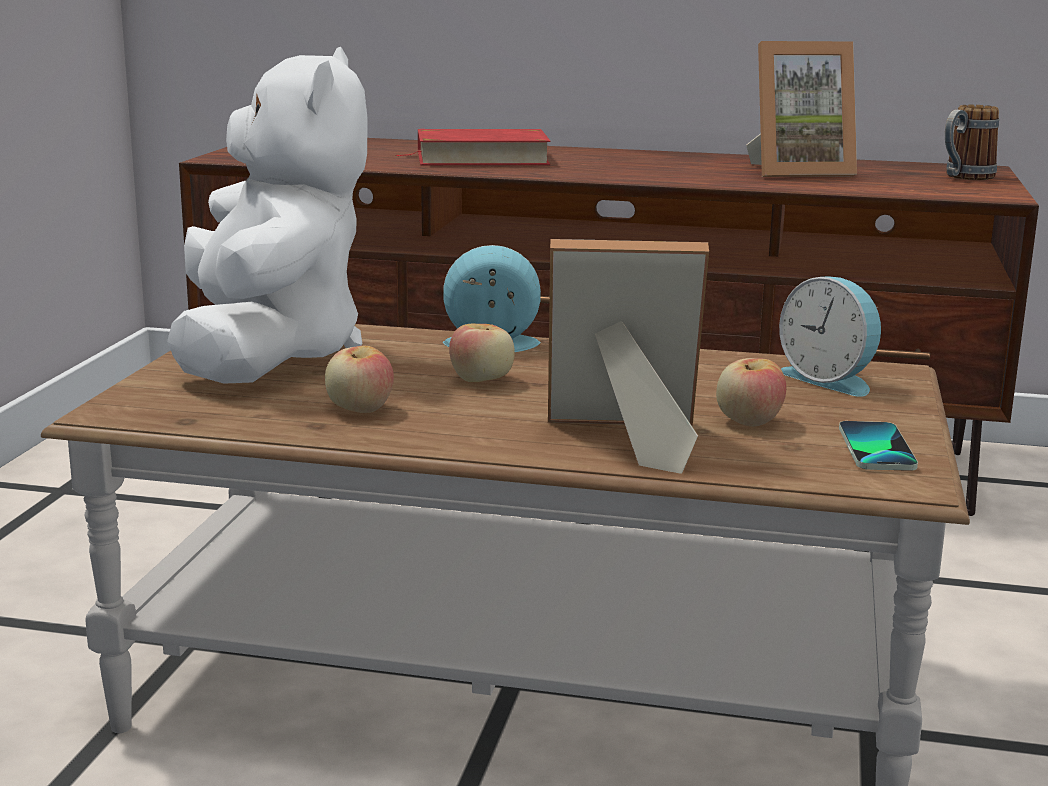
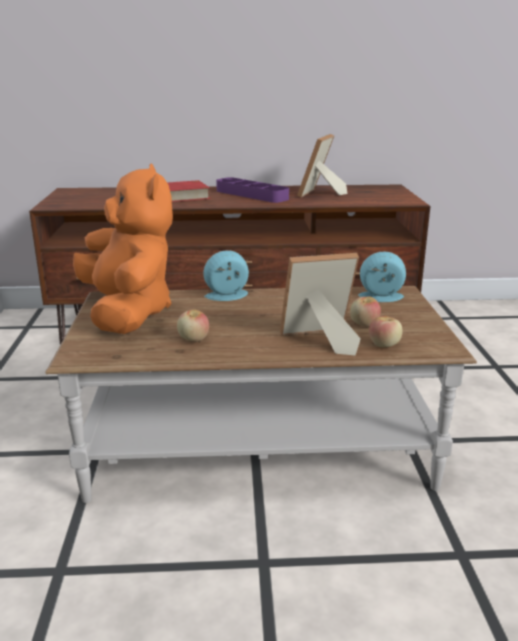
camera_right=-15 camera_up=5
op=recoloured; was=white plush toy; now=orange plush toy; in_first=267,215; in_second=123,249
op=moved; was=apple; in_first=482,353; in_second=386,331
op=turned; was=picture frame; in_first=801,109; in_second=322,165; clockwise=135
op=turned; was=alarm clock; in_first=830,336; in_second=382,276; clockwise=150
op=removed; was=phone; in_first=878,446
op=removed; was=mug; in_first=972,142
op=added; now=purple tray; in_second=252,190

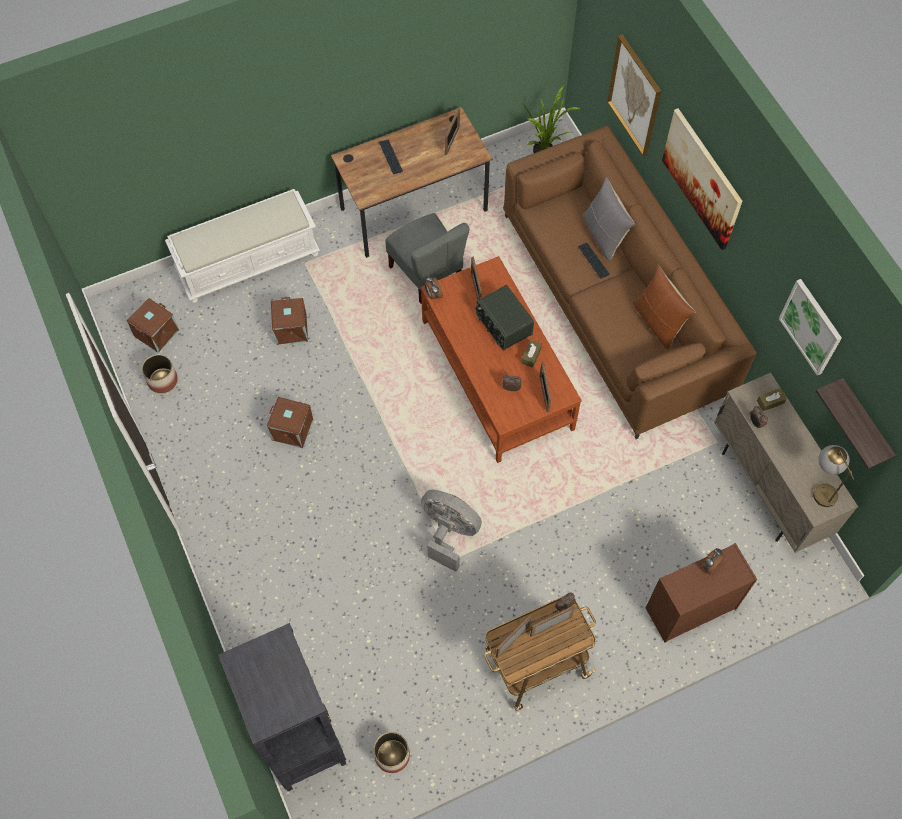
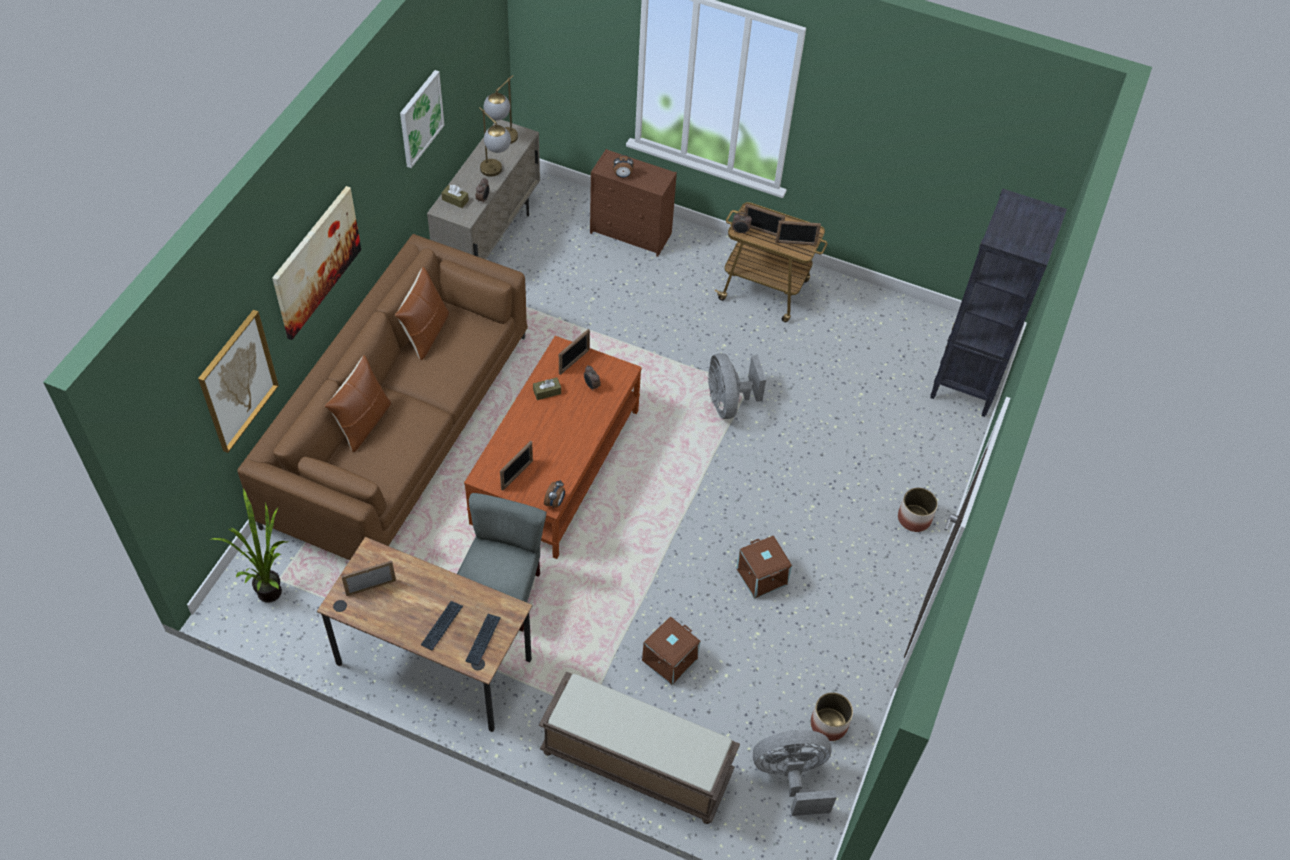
camera_right=-135 camera_up=-10
op=replaced; was=brown storage box; now=grey fan; in_first=153,325; in_second=795,773
op=recoloured; was=white bench; now=brown bench; in_first=242,246; in_second=639,748
op=moved; was=planter; in_first=392,752; in_second=918,510
op=removed; was=radio; in_first=505,317
op=moved; was=keyboard; in_first=593,260; in_second=483,639
op=recoloured; was=grey pillow; now=brown pillow; in_first=609,218; in_second=358,404
op=removed; was=shelf; in_first=856,423
op=added; now=table lamp; in_second=495,142

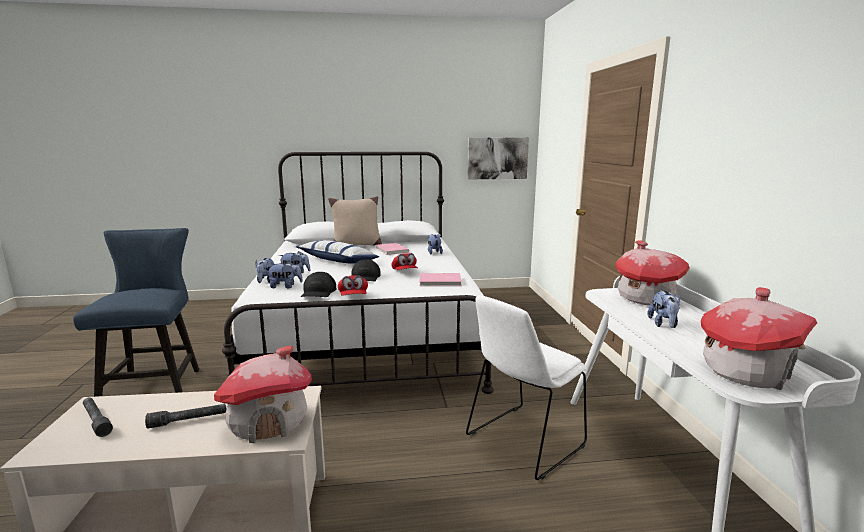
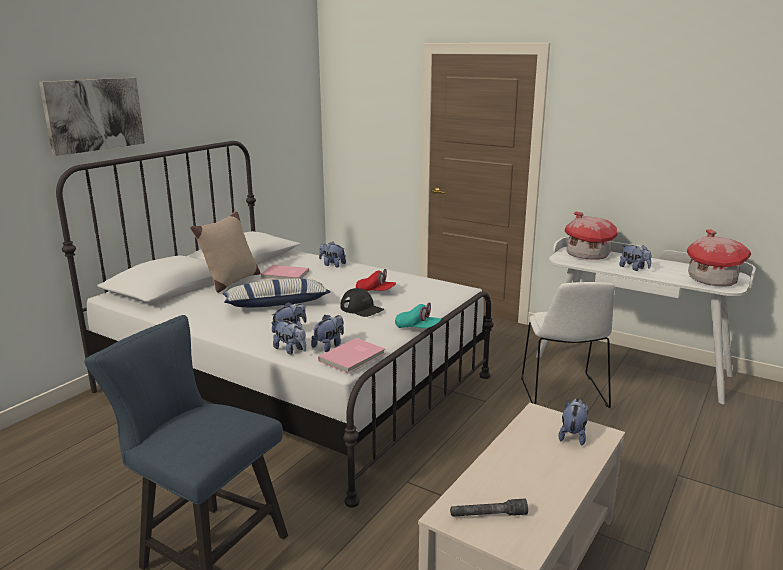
camera_right=-50 camera_up=5
op=removed; was=grey flashlight; in_first=185,416
op=replaced; was=toy house; now=plush toy; in_first=263,394; in_second=573,421
op=removed; was=black cap; in_first=318,284
op=recoloured; was=red cap; now=turquoise cap; in_first=353,285; in_second=418,315
op=moved; was=pink book; in_first=441,279; in_second=352,356
op=moved; was=picture; in_first=498,158; in_second=92,117

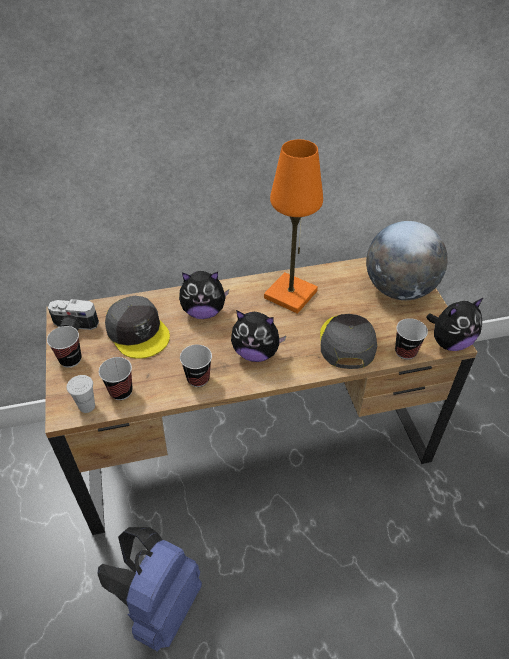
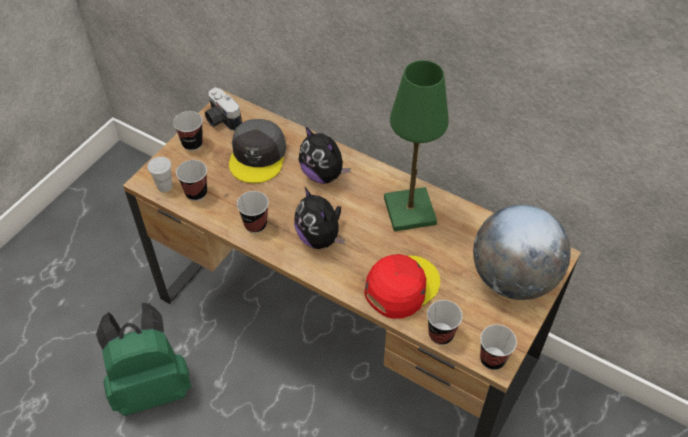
camera_right=45 camera_up=5
op=recoloured; was=blue backpack; now=green backpack; in_first=149,589; in_second=143,359
op=recoloured; was=orange table lamp; now=green table lamp; in_first=293,226; in_second=416,146
op=recoloured; was=grey cap; now=red cap; in_first=348,341; in_second=402,286
op=replaced; was=plush toy; now=cup; in_first=454,324; in_second=498,347

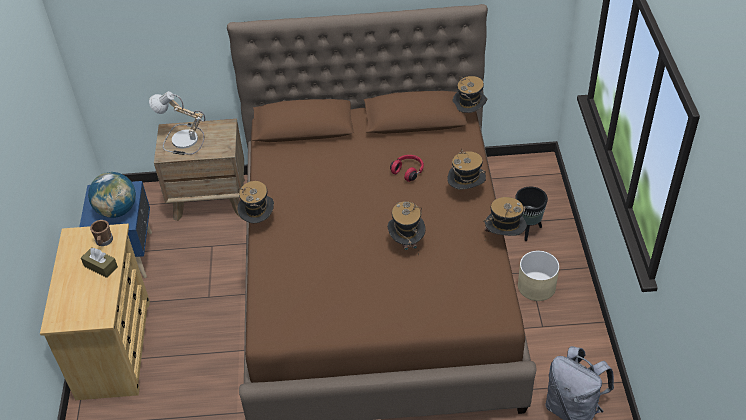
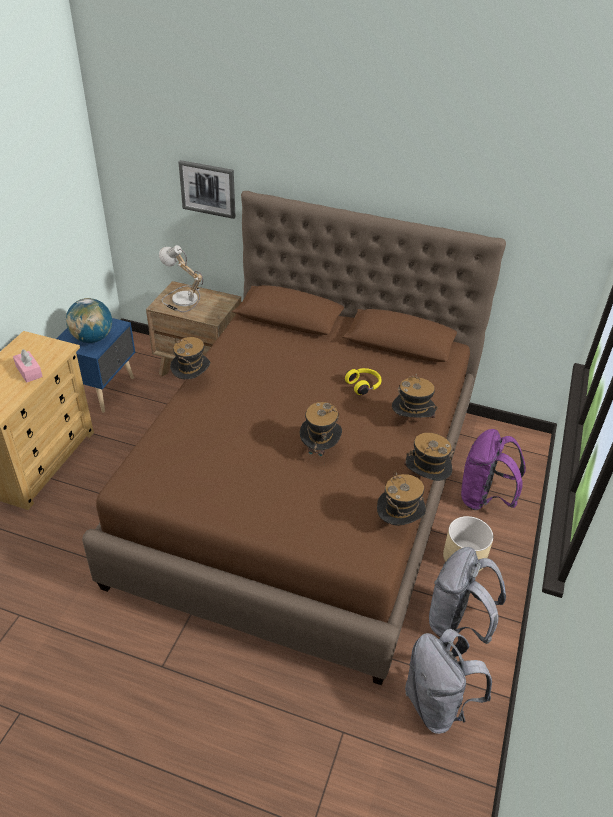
camera_right=20 camera_up=-5
op=recoloured; was=brown tissue box; now=pink tissue box; in_first=99,262; in_second=28,366
op=removed; was=brown mug; in_first=101,233
op=recoloured; was=red headphones; now=yellow headphones; in_first=407,168; in_second=363,381
op=moved; was=hat; in_first=470,94; in_second=401,498
op=replaced; was=black planter; now=purple backpack; in_first=531,214; in_second=493,469
op=added; now=picture; in_second=206,189
op=added; now=grey backpack; in_second=467,595

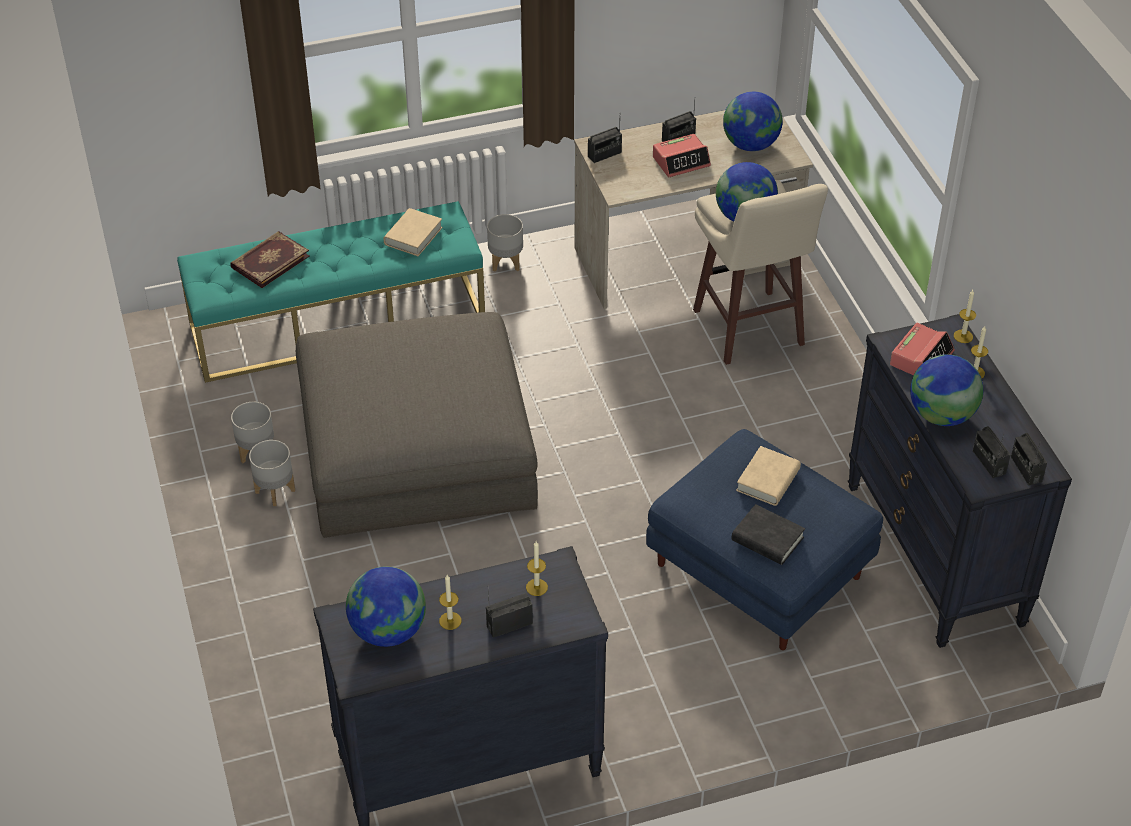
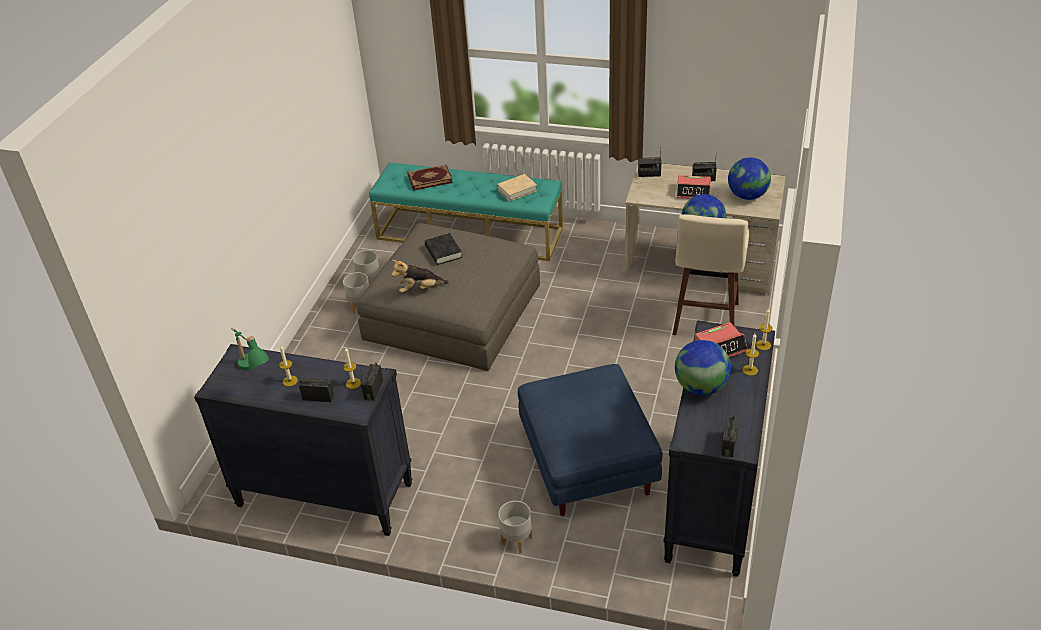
camera_right=35 camera_up=-5
op=replaced; was=globe; now=green table lamp; in_first=386,607; in_second=250,348
op=moved; was=grey planter; in_first=505,243; in_second=515,527
op=moved; was=black book; in_first=768,534; in_second=443,249
op=removed; was=beige book; in_first=768,476
op=moved; was=radio; in_first=992,452; in_second=371,382
op=added; now=plush toy; in_second=420,276

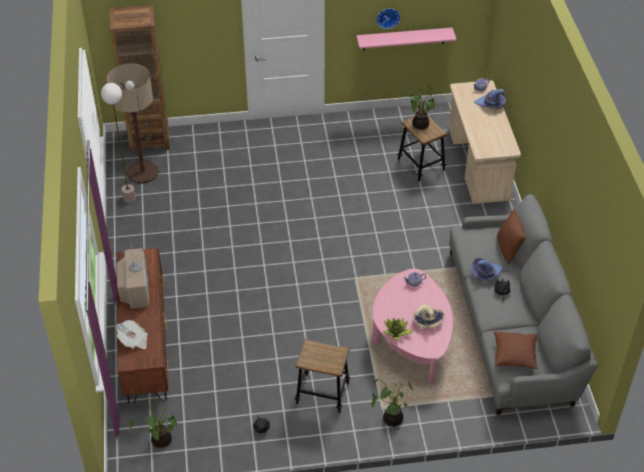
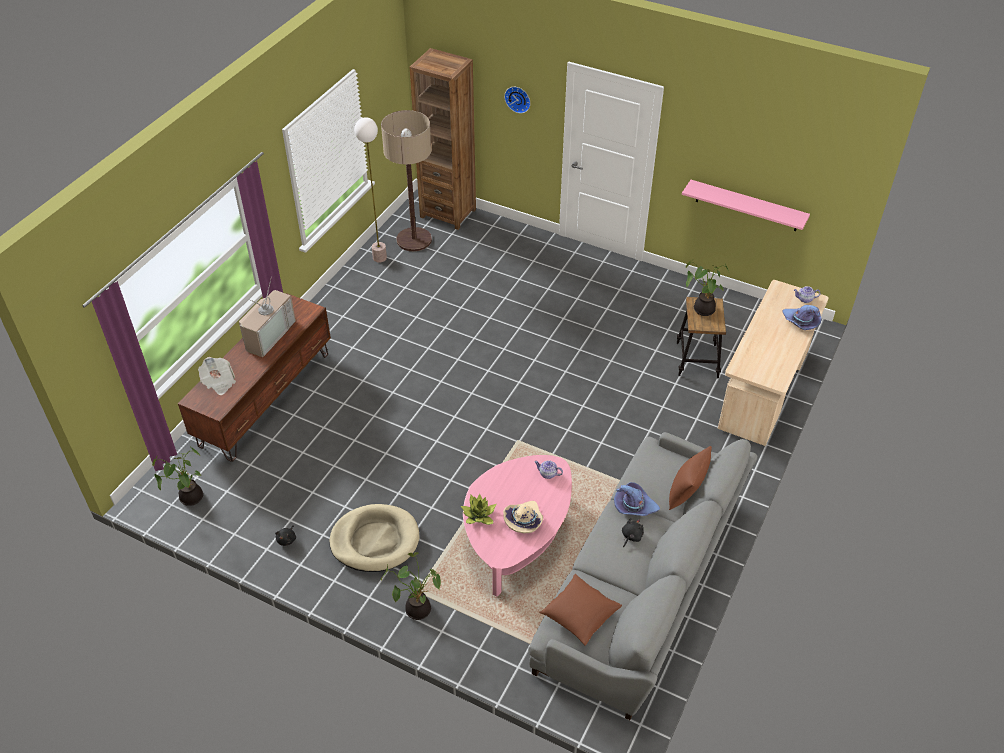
camera_right=35 camera_up=0
op=replaced; was=stool; now=beige dog bed; in_first=322,376; in_second=374,538
op=moved; was=wall clock; in_first=388,18; in_second=517,100

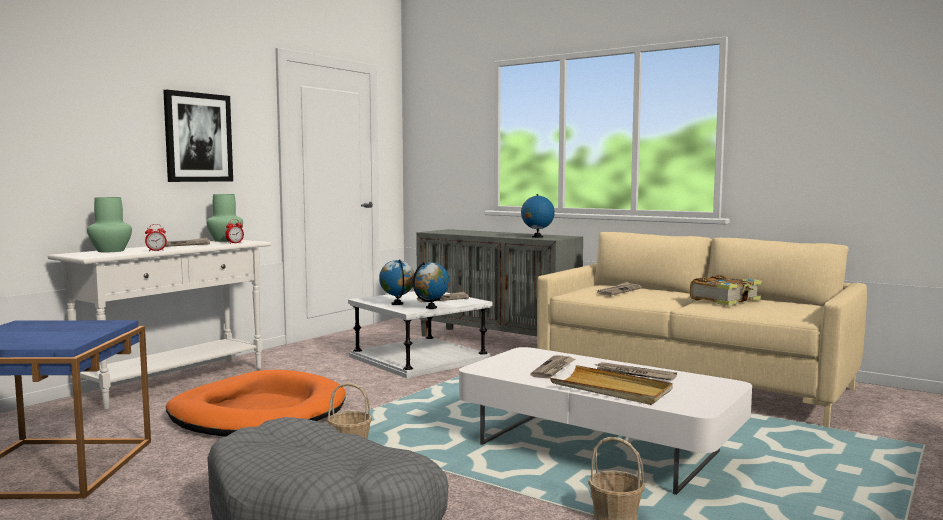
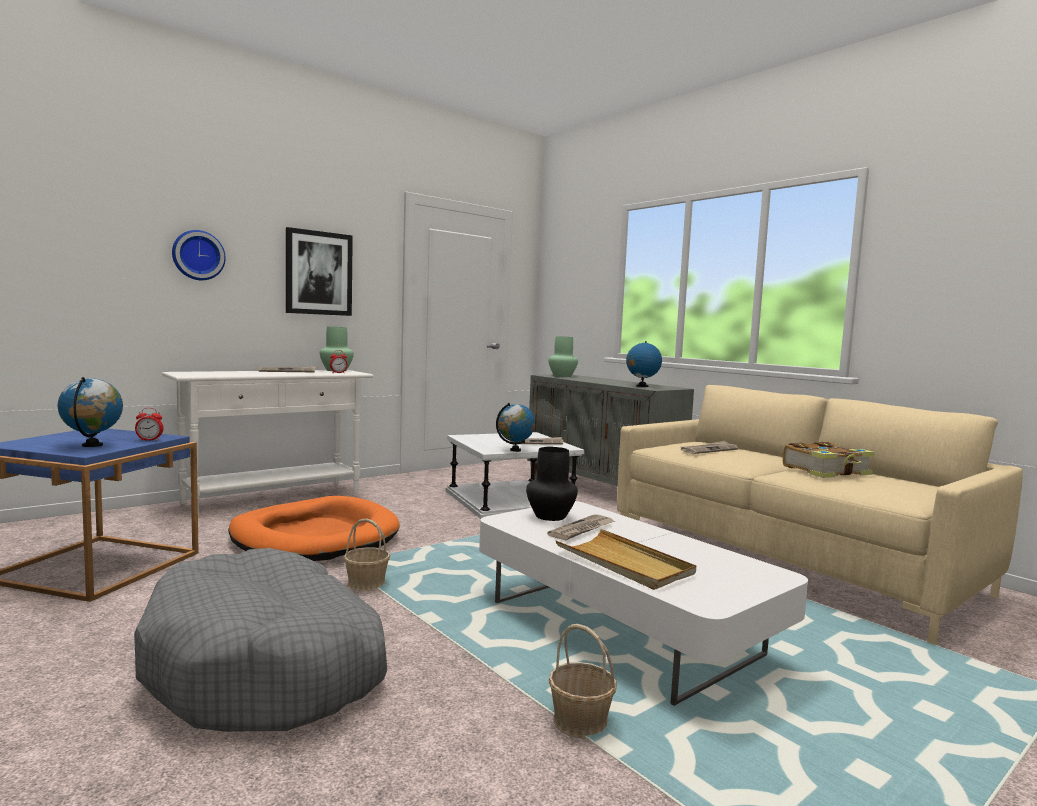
camera_right=15 camera_up=0
op=moved; was=green vase; in_first=109,224; in_second=563,356
op=moved; was=alarm clock; in_first=156,237; in_second=149,424
op=moved; was=globe; in_first=396,282; in_second=90,412
op=removed; was=newspaper; in_first=635,371
op=added; now=wall clock; in_second=199,255
op=added; now=black vase; in_second=552,484

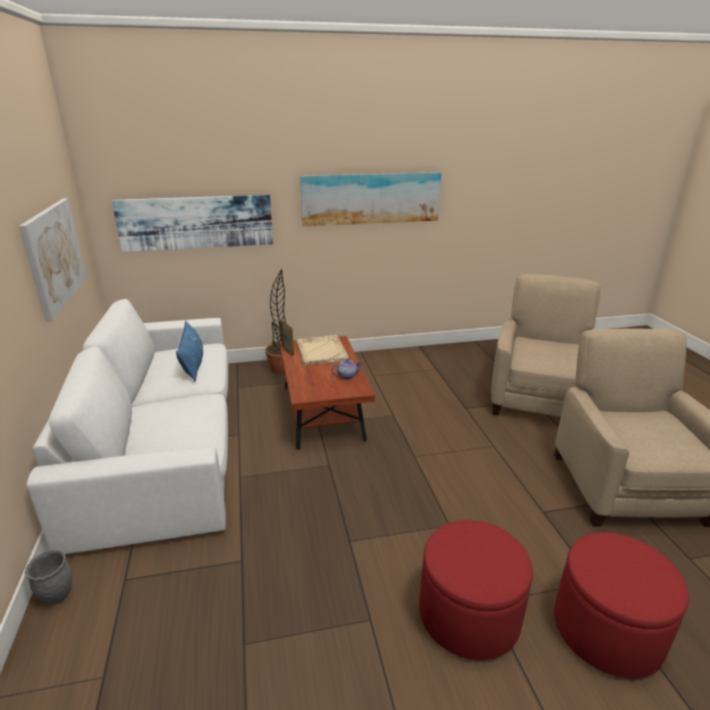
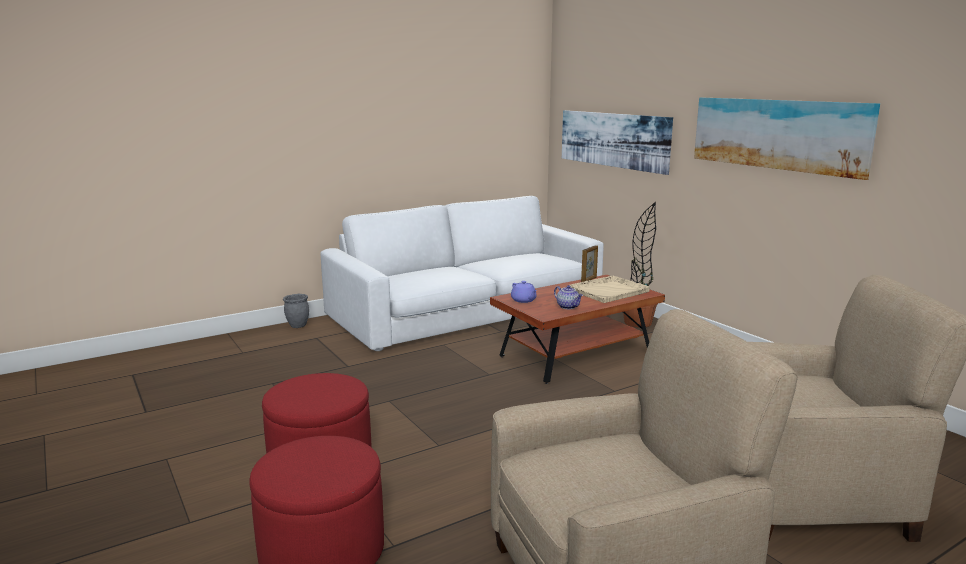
camera_right=70 camera_up=-10
op=removed; was=picture; in_first=53,260
op=removed; was=blue pillow; in_first=189,351
op=added; now=purple teapot; in_second=524,292

